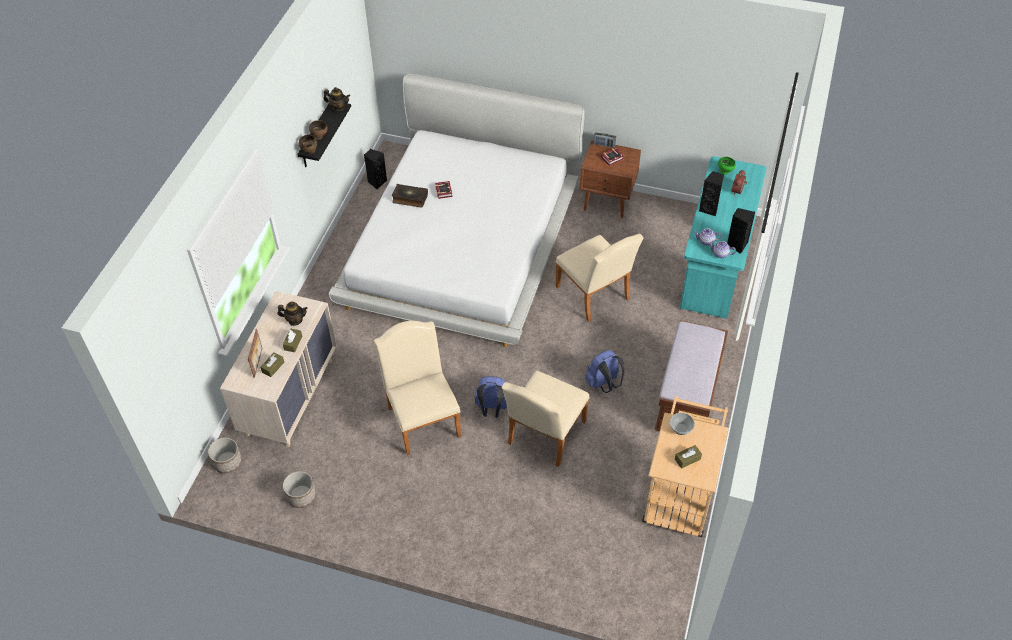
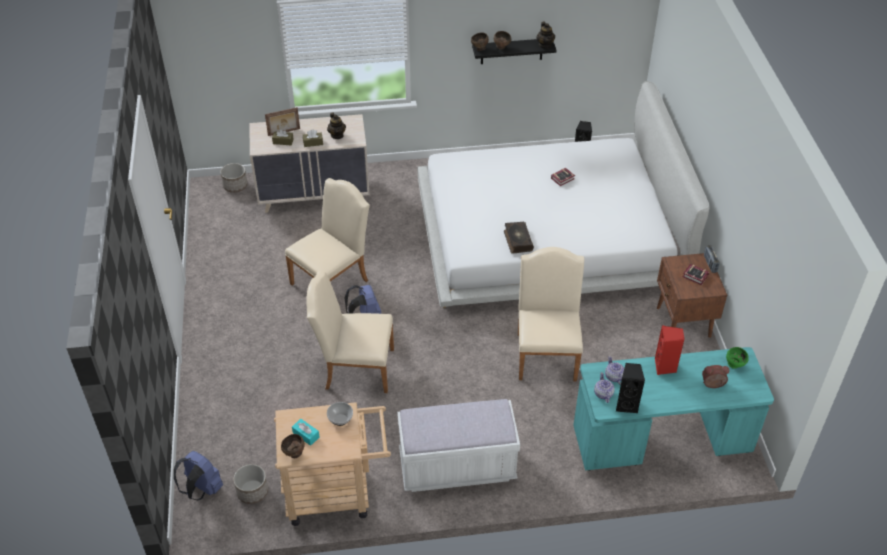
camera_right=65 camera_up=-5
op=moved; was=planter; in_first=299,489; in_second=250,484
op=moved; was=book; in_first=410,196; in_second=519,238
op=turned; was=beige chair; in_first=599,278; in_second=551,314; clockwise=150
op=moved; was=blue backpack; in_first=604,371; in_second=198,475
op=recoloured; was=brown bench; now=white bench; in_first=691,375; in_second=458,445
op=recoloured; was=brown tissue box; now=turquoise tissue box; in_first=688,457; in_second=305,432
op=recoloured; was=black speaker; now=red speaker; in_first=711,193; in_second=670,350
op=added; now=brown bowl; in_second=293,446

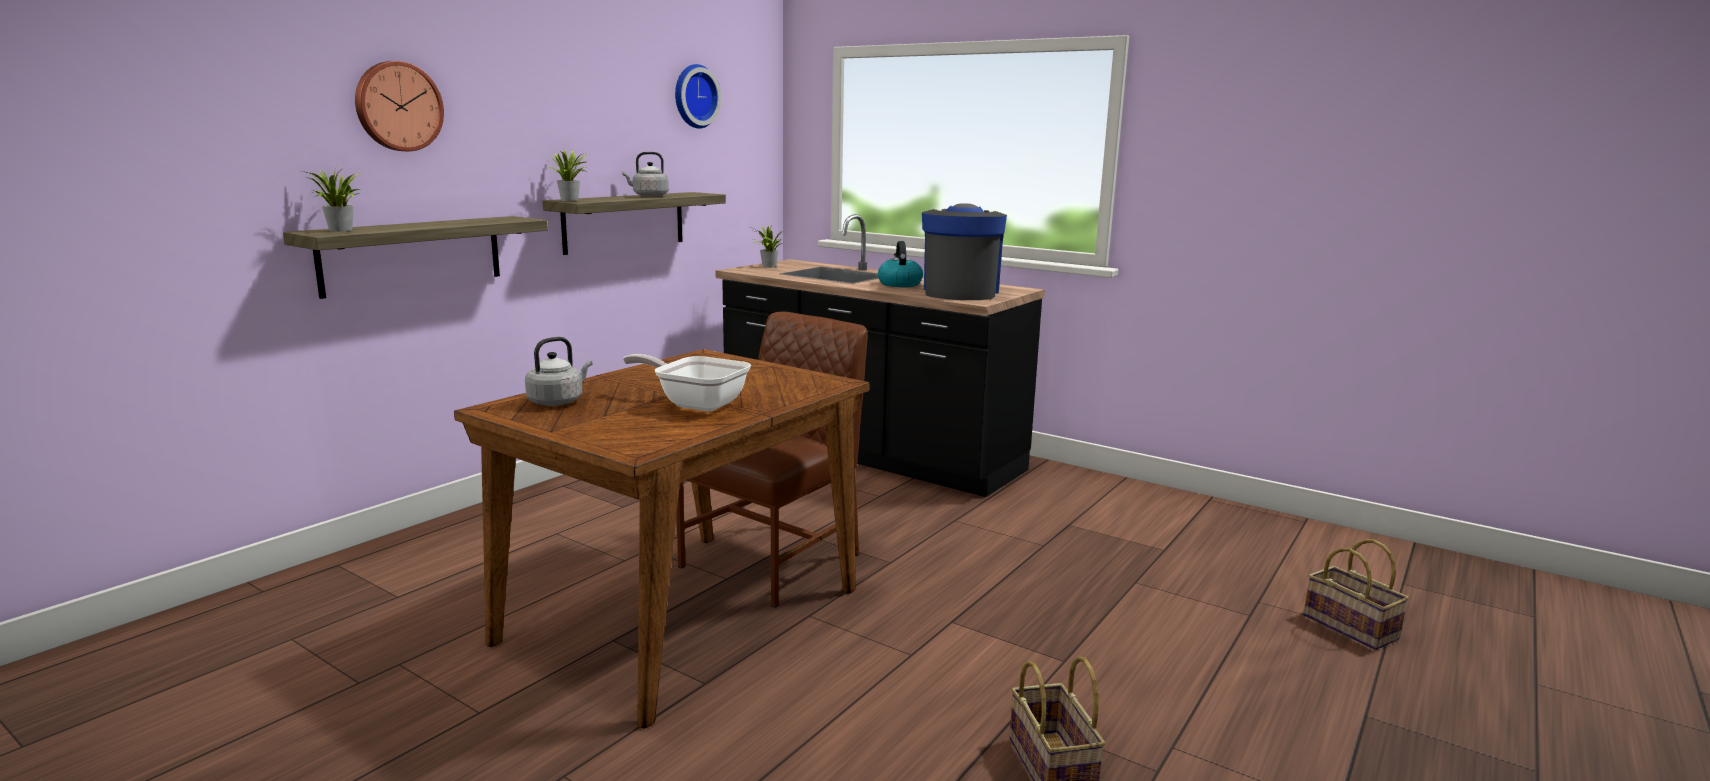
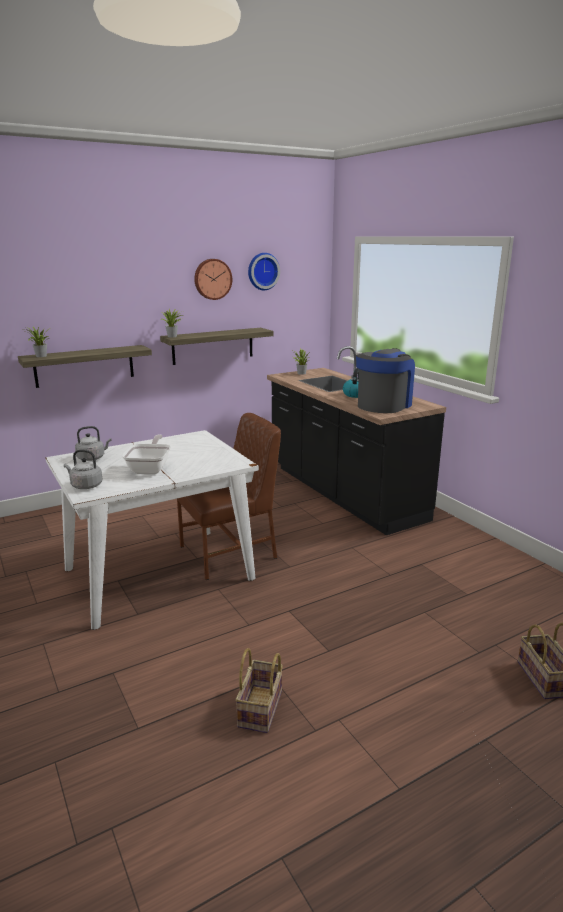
camera_right=25 camera_up=5
op=moved; was=wall clock; in_first=399,106; in_second=213,279
op=recoloured; was=brown dining table; now=white dining table; in_first=662,539; in_second=152,530
op=moved; was=grey kettle; in_first=645,174; in_second=83,469
op=turned; was=frying pan; in_first=687,383; in_second=146,454; clockwise=45

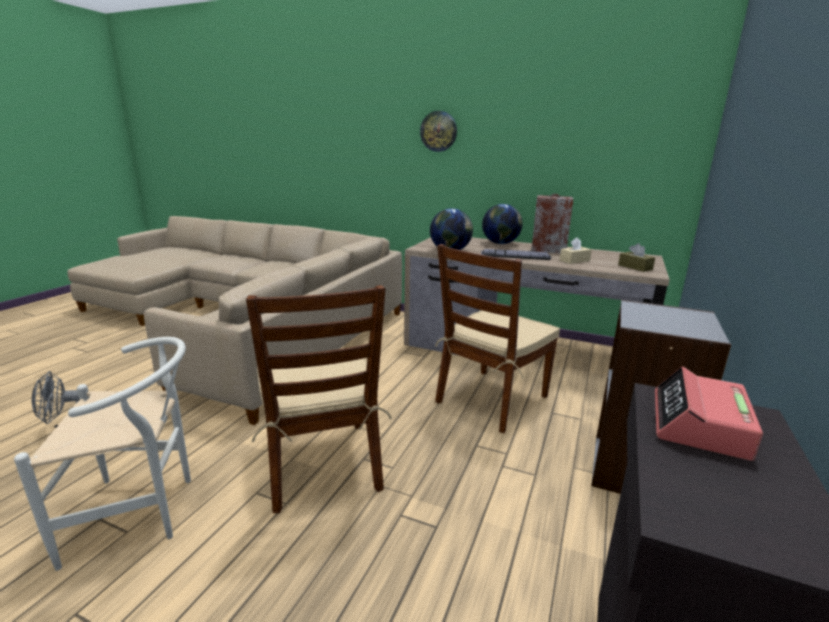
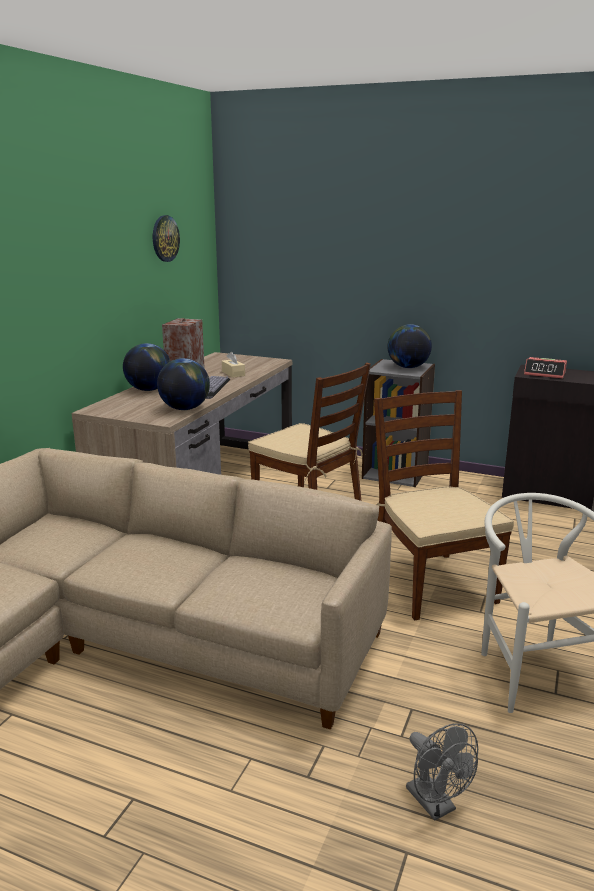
camera_right=-90 camera_up=0
op=turned; was=brown chair; in_first=319,399; in_second=444,505; clockwise=-90
op=moved; was=wall clock; in_first=438,131; in_second=166,238
op=removed; was=brown tissue box; in_first=636,257
op=added; now=globe; in_second=410,346

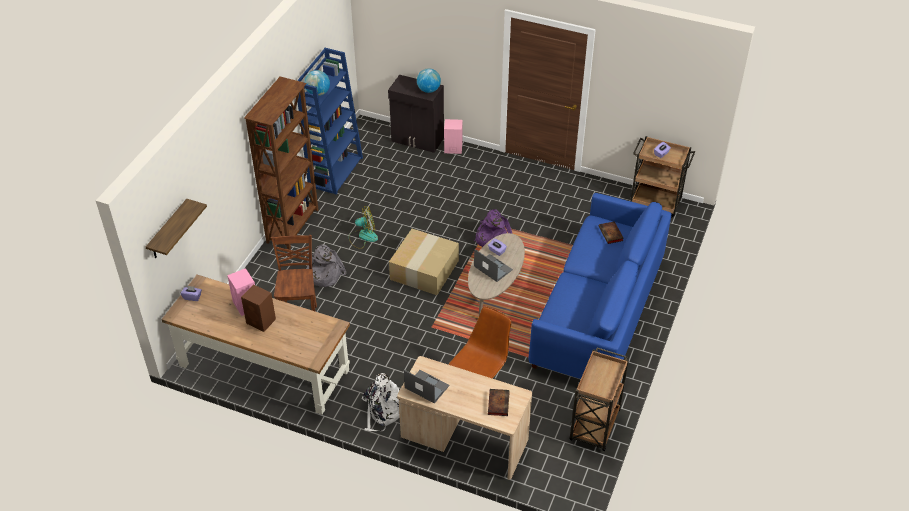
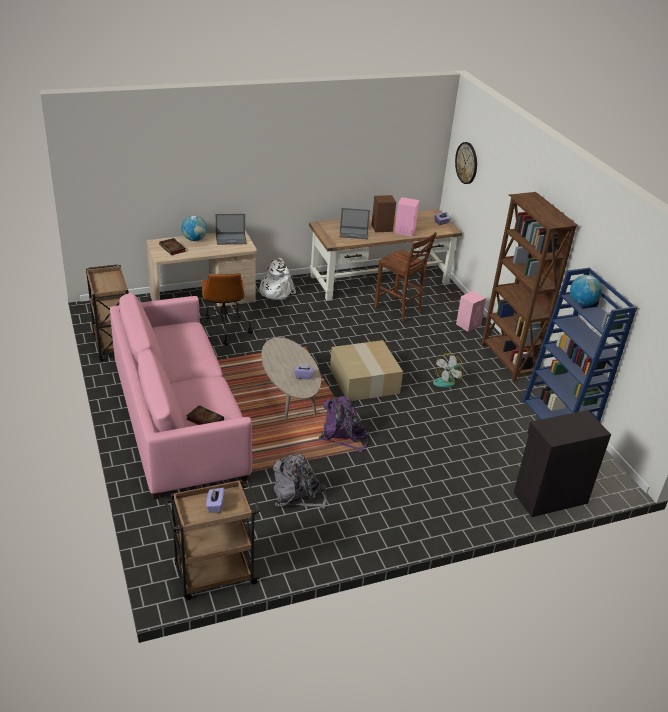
camera_right=135 camera_up=-10
op=replaced; was=shelf; now=wall clock; in_first=176,228; in_second=466,163
op=moved; was=grey backpack; in_first=327,265; in_second=300,481
op=moved; was=globe; in_first=429,80; in_second=194,228
op=moved; was=pink speaker; in_first=453,136; in_second=471,311
op=moved; was=laptop; in_first=493,265; in_second=355,223
op=recoloured; was=blue sofa; now=pink sofa; in_first=600,286; in_second=181,396

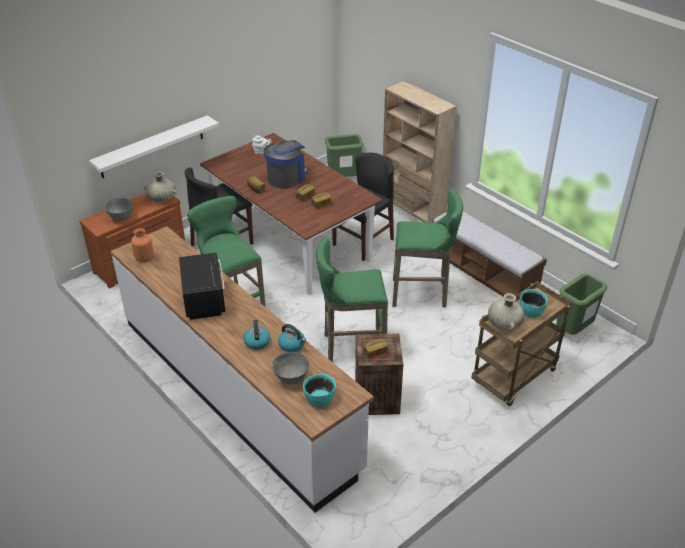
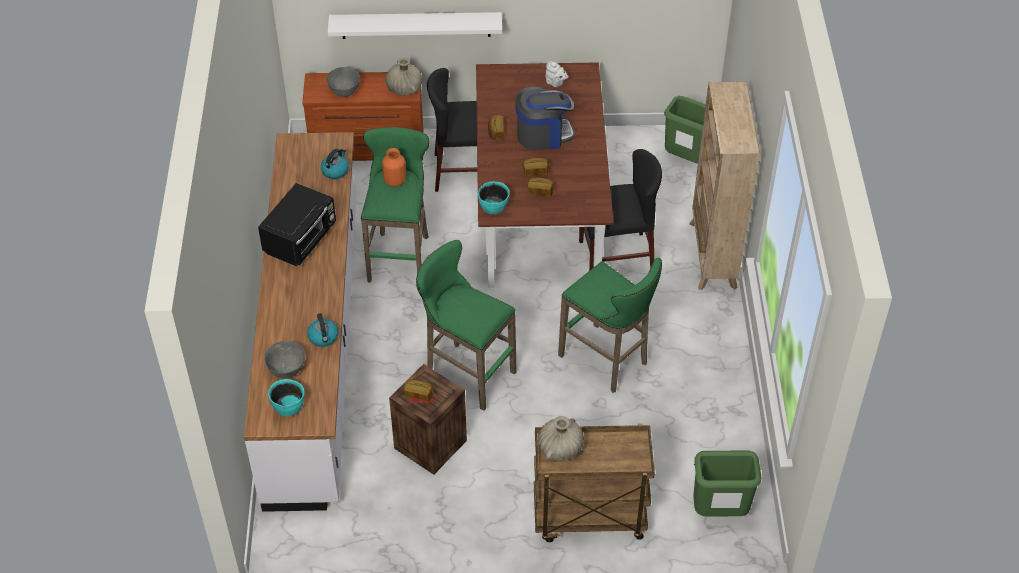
camera_right=40 camera_up=10
op=moved; was=orange vase; in_first=142,245; in_second=394,167
op=moved; was=kettle; in_first=256,334; in_second=335,163
op=removed; was=bench; in_first=489,254
op=moved; was=turquoise bowl; in_first=533,303; in_second=494,197

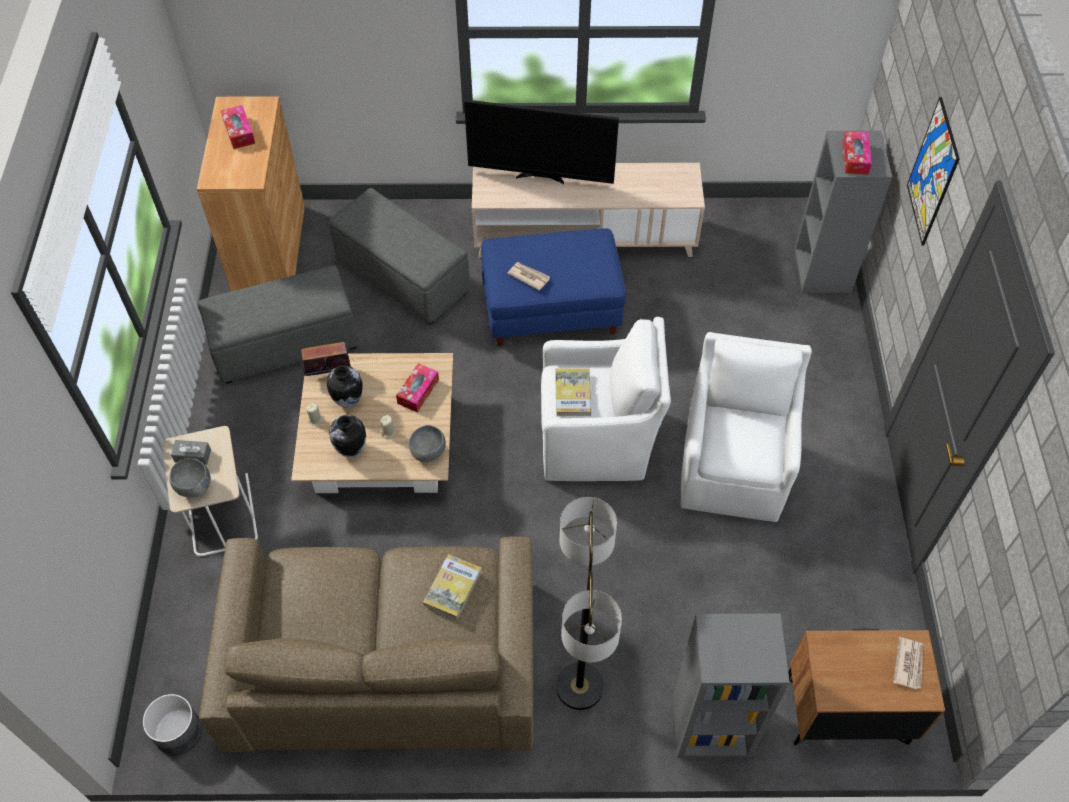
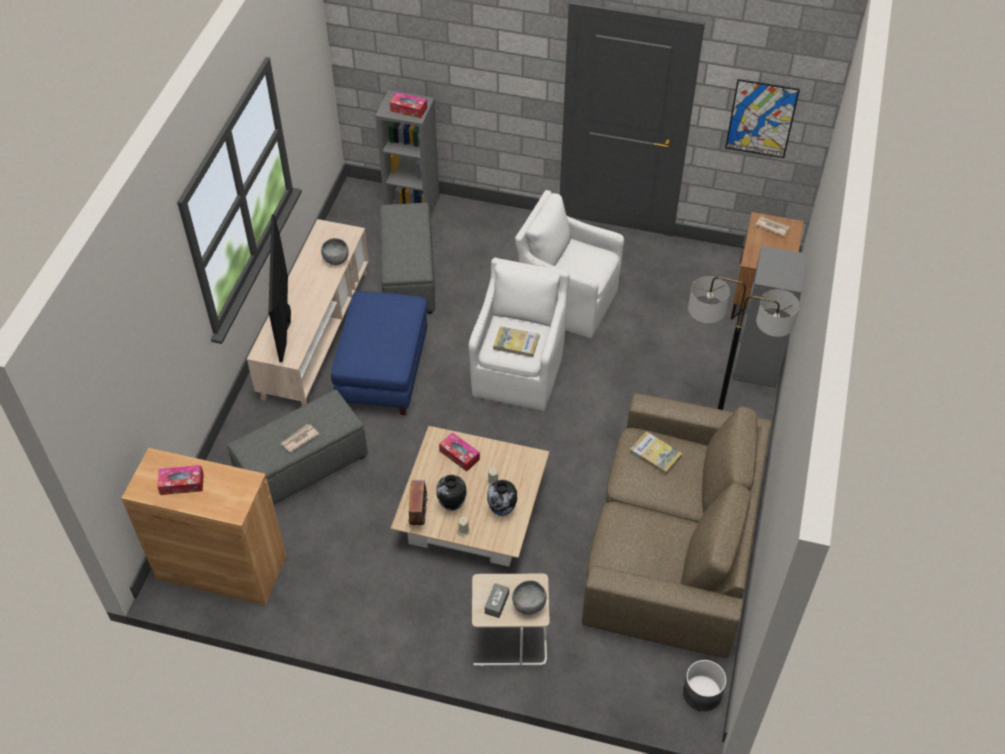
camera_right=-75 camera_up=-5
op=moved; was=grey ottoman; in_first=278,324; in_second=407,258
op=moved; was=grey bowl; in_first=427,444; in_second=335,251
op=turned; was=television; in_first=541,142; in_second=279,288; clockwise=150
op=moved; was=newspaper; in_first=528,276; in_second=300,438
op=moved; was=picture; in_first=933,171; in_second=762,118

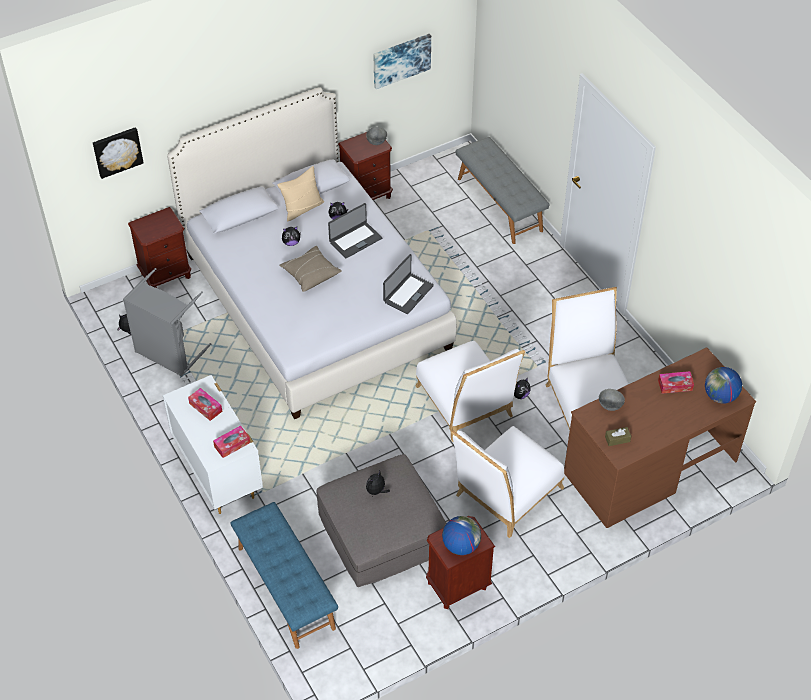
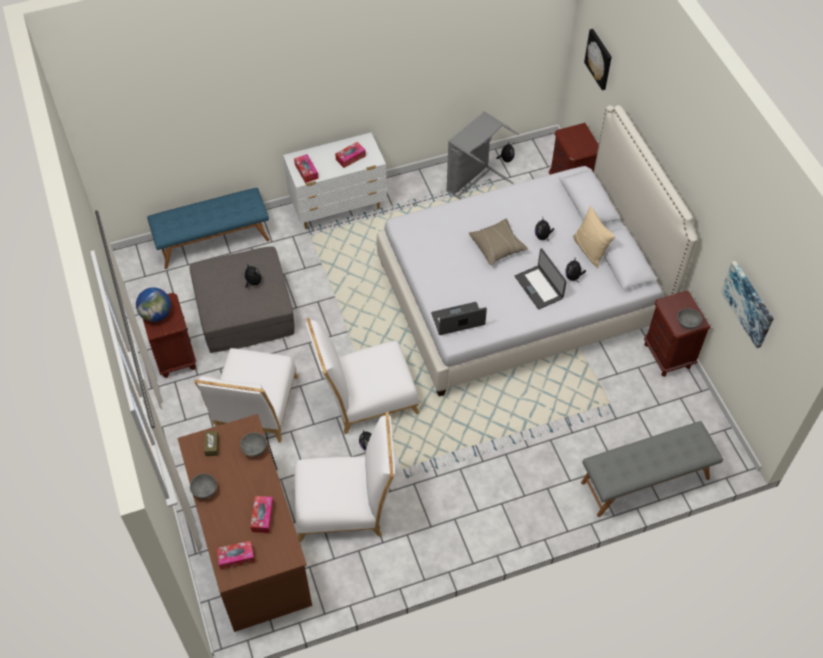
camera_right=100 camera_up=5
op=turned; was=laptop; in_first=408,284; in_second=459,318; clockwise=120
op=turned; was=white chair; in_first=508,482; in_second=246,395; clockwise=-135
op=replaced; was=globe; now=tissue box; in_first=723,385; in_second=235,555
op=added; now=grey bowl; in_second=203,485

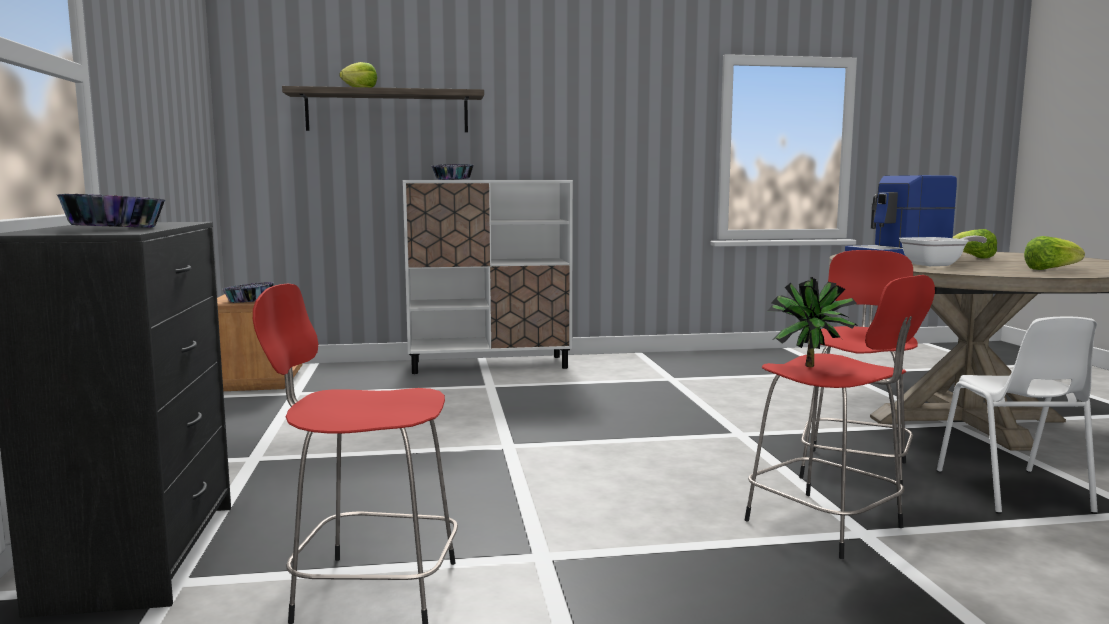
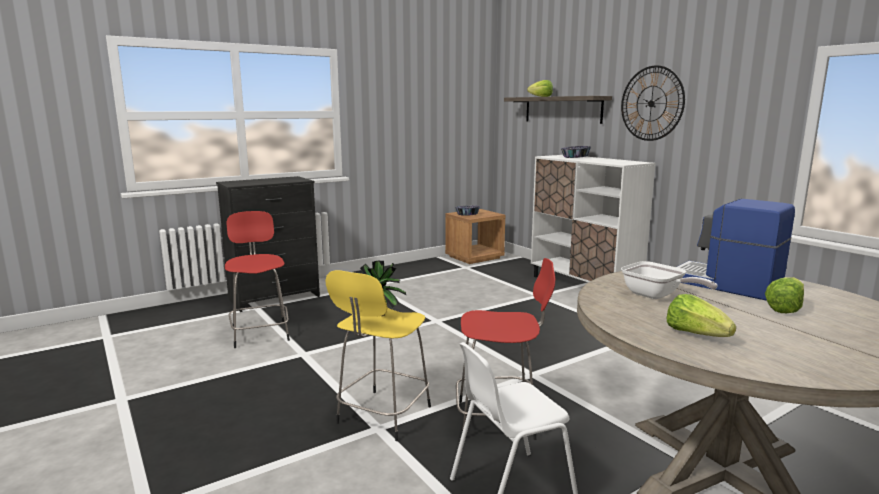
camera_right=65 camera_up=5
op=removed; was=bowl; in_first=111,211
op=recoloured; was=red stool; now=yellow stool; in_first=840,417; in_second=378,355
op=added; now=wall clock; in_second=653,103

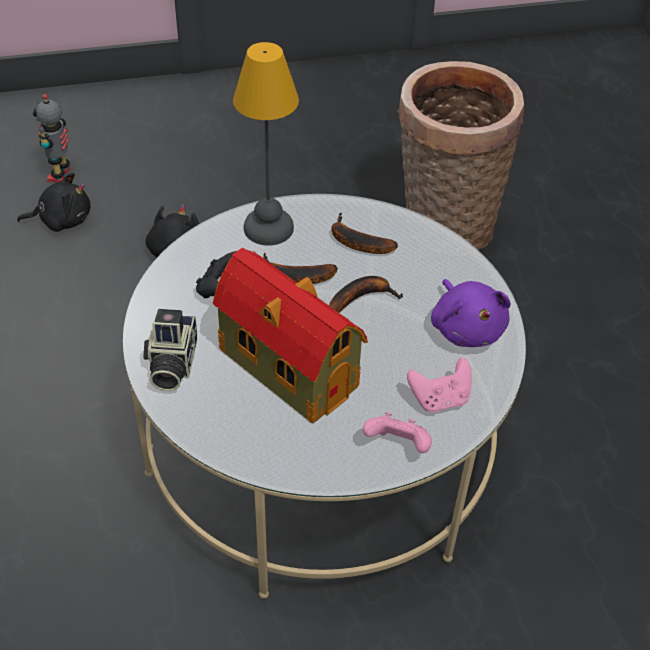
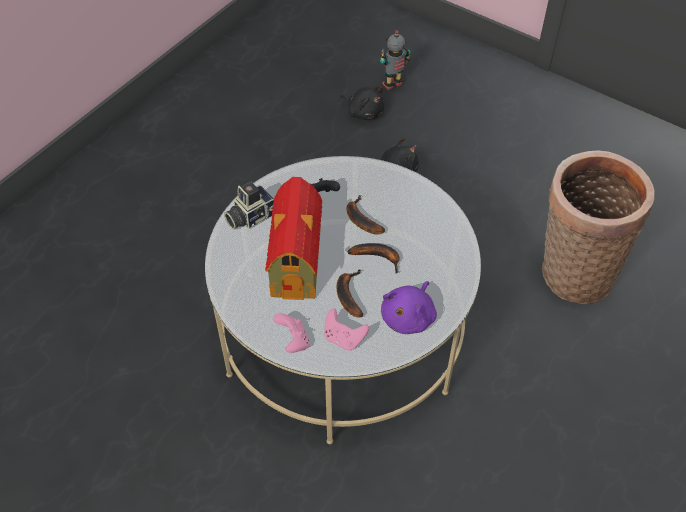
camera_right=50 camera_up=5
op=removed; was=table lamp; in_first=266,143
op=moved; was=banana; in_first=364,233; in_second=350,293

